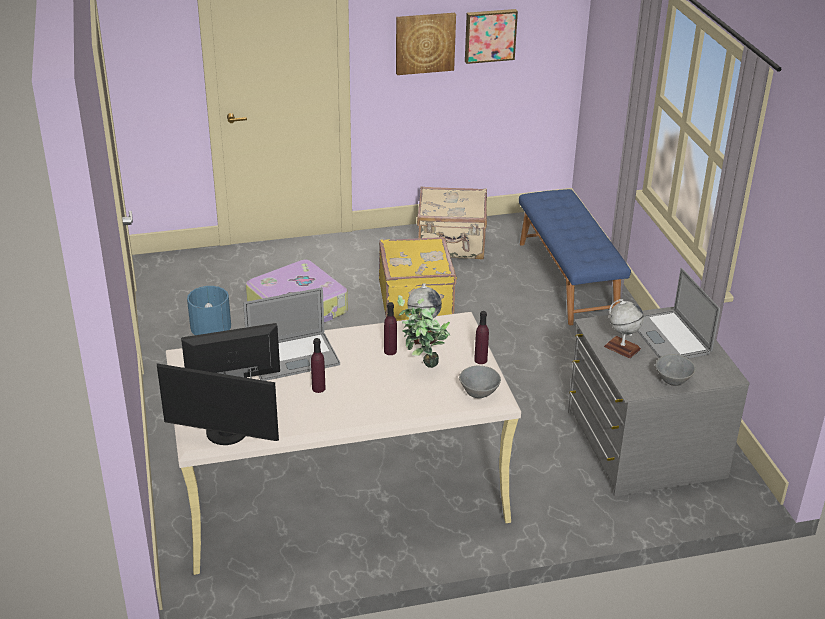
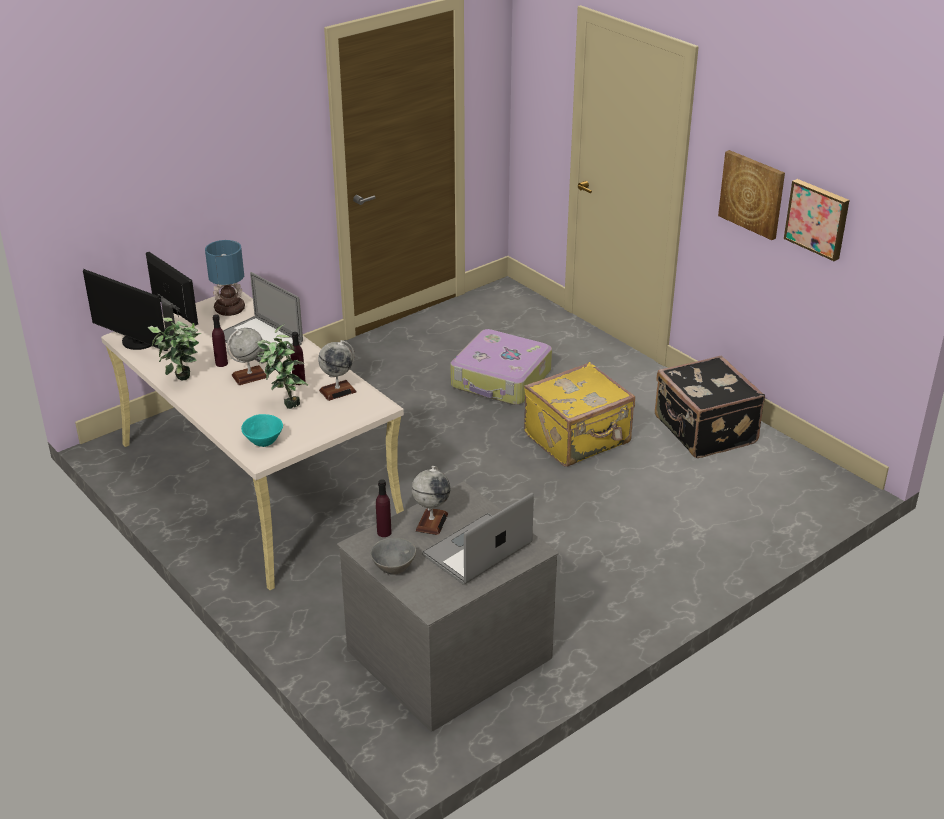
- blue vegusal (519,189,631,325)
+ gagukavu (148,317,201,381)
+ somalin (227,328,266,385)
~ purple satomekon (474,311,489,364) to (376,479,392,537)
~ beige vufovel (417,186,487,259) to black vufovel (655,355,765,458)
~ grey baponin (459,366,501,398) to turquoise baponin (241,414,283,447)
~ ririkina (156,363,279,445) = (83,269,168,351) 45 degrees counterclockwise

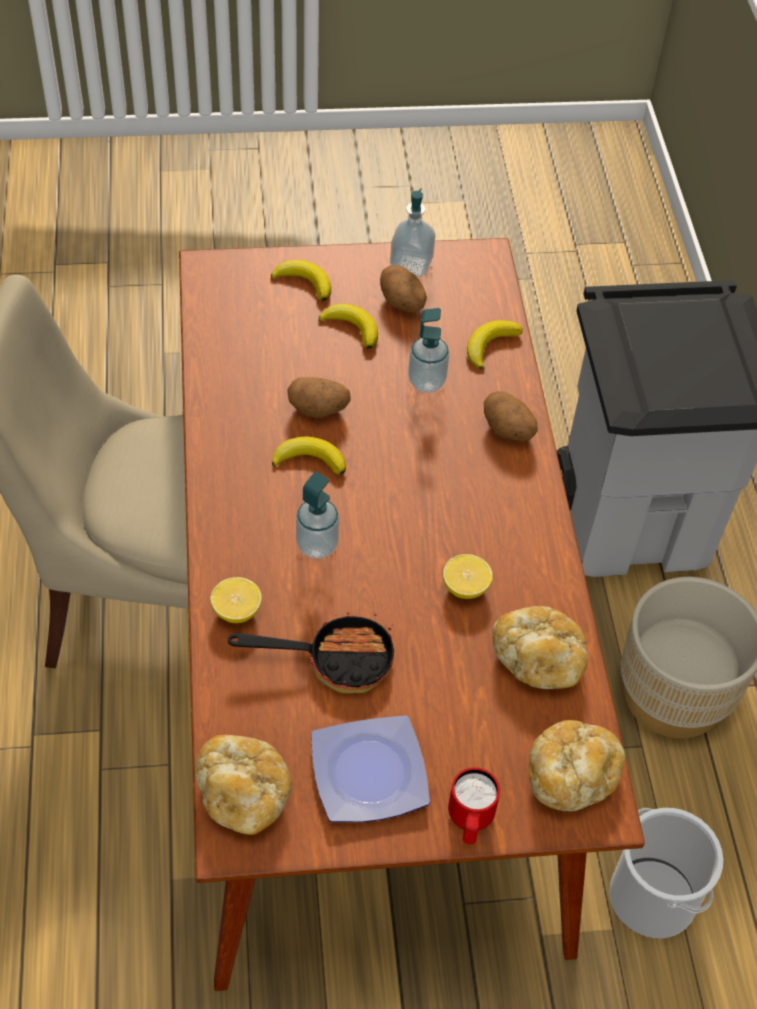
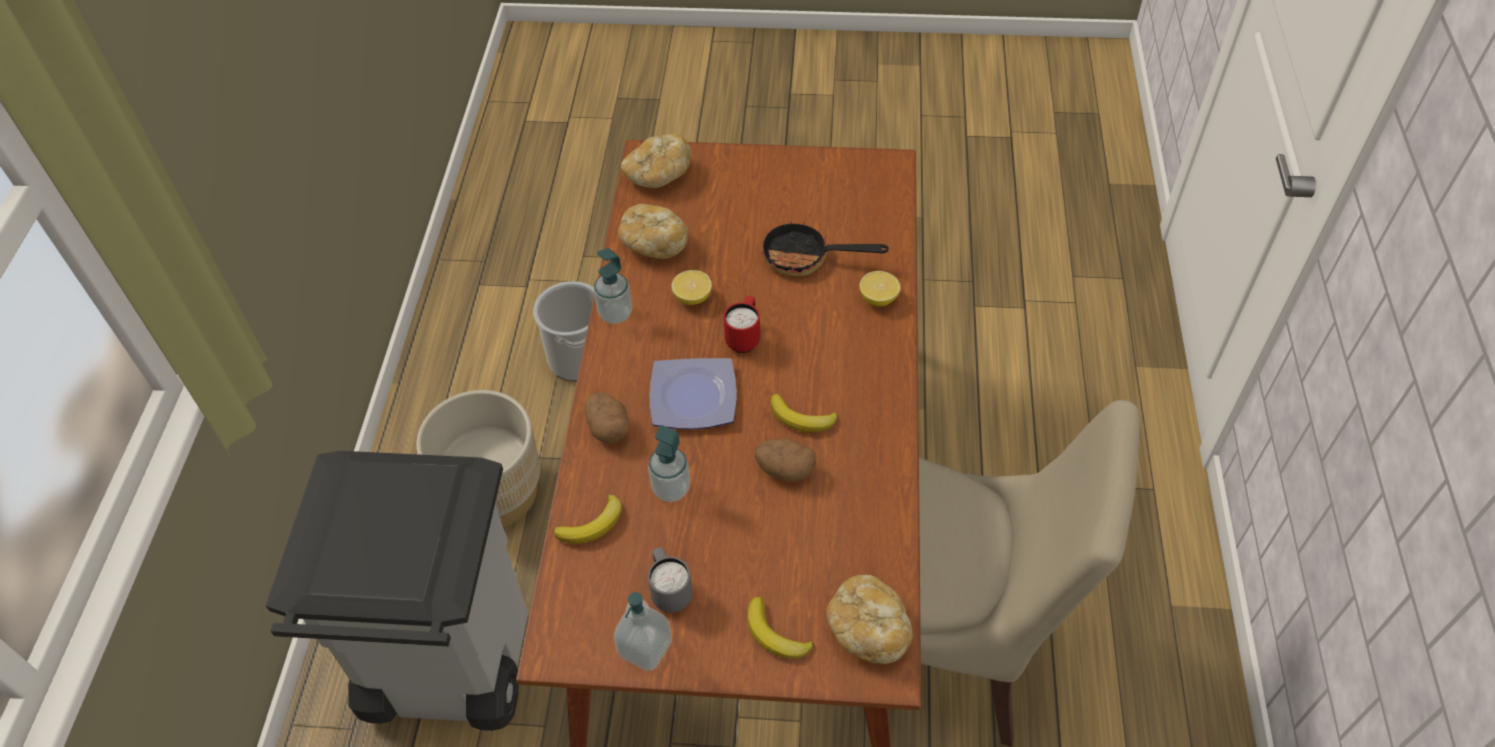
- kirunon (319,304,378,349)
~ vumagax (195,735,292,835) to (827,575,912,664)
~ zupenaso (296,472,339,559) to (594,248,632,324)
~ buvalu (311,715,430,822) to (649,358,737,429)
~ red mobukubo (448,767,500,844) to (723,296,760,353)
~ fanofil (380,265,427,312) to grey mobukubo (648,547,693,612)

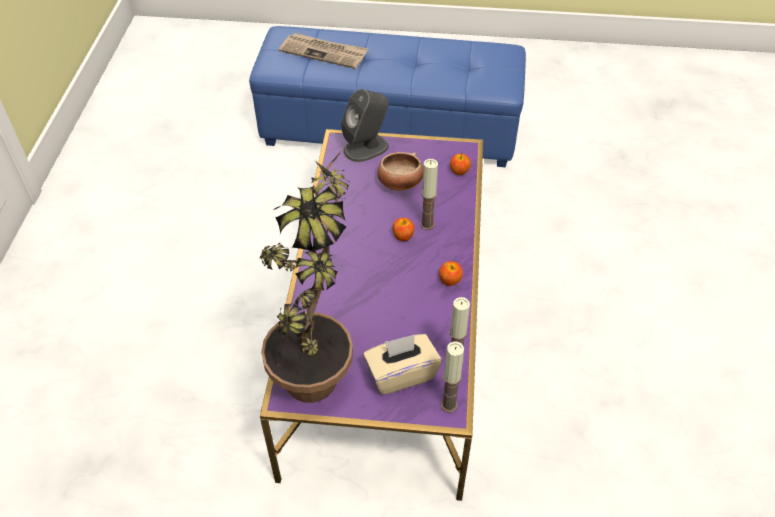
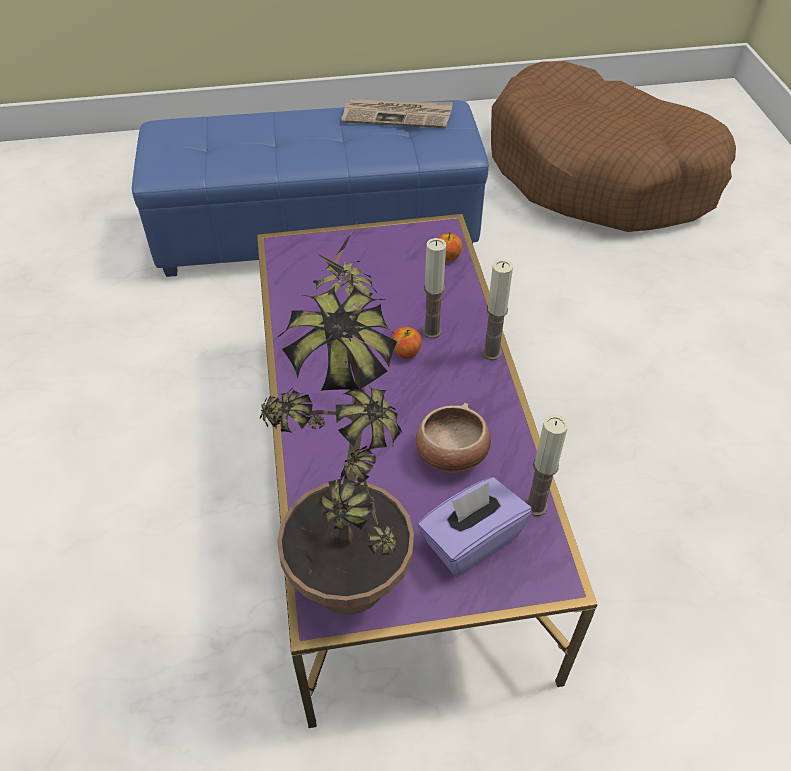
- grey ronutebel (341,89,389,162)
- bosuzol (439,261,463,286)
+ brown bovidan (491,61,736,232)
~ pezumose (279,33,369,69) to (341,99,453,128)
~ baponin (378,152,423,191) to (416,403,491,473)
~ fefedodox (441,341,464,413) to (482,259,513,360)
~ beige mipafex (363,334,442,395) to purple mipafex (418,477,532,576)

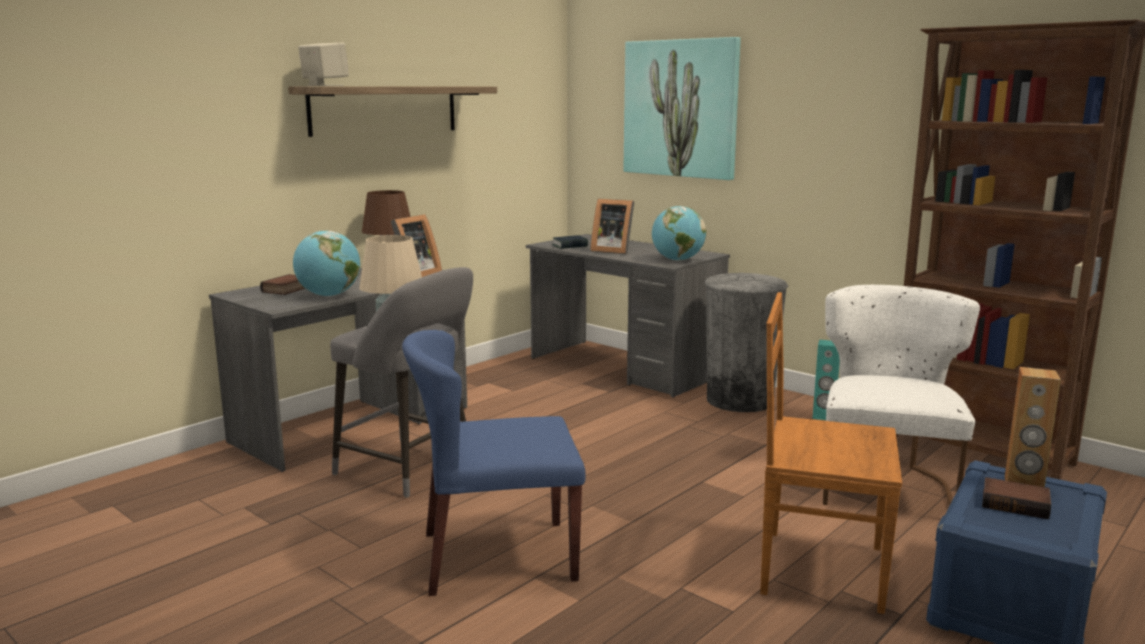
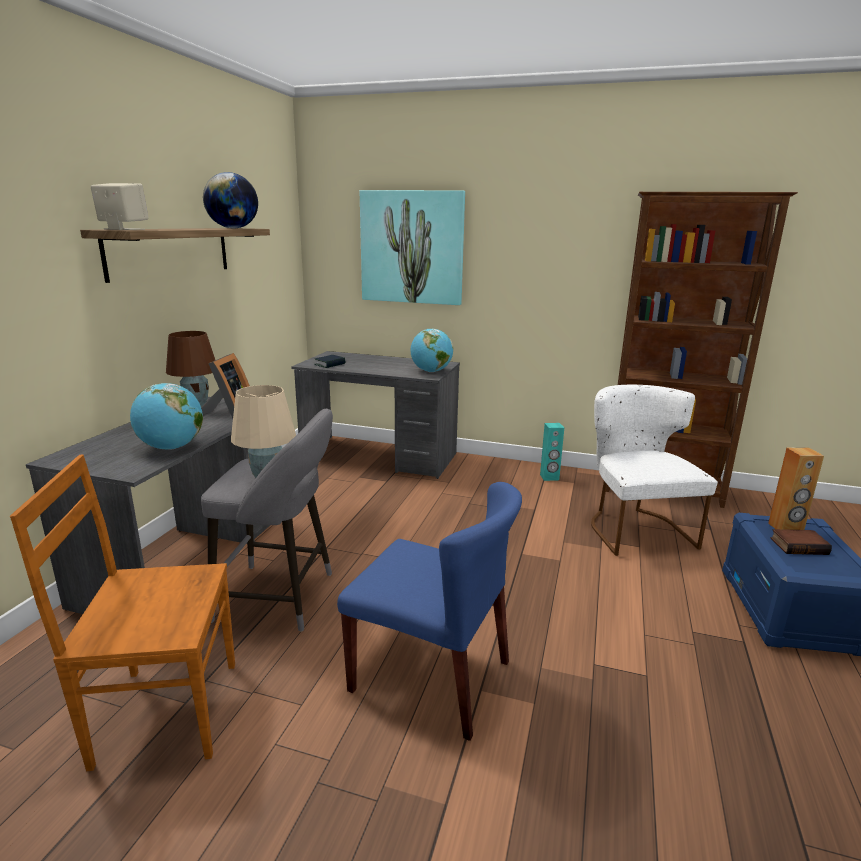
- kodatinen (260,274,305,295)
- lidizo (590,199,634,254)
- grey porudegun (705,273,788,412)
+ somalin (203,172,258,228)
~ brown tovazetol (760,292,902,614) to (10,454,235,771)
~ blue tovazetol (402,330,586,596) = (337,482,522,741) 120 degrees counterclockwise

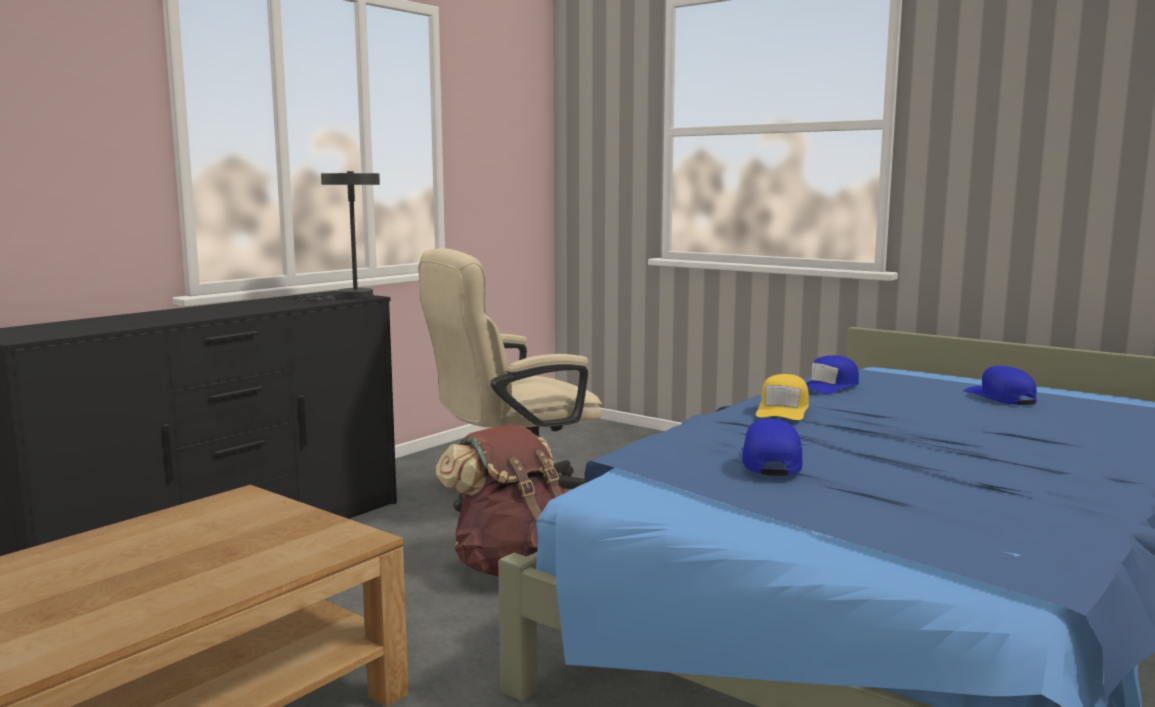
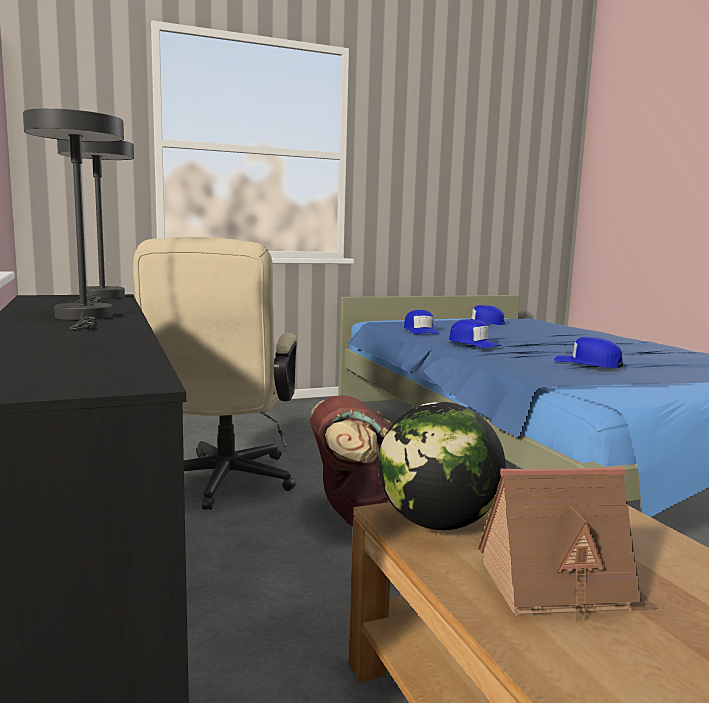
+ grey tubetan (23,108,124,330)
+ somalin (378,402,506,530)
+ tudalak (478,467,658,622)
~ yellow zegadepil (756,374,809,420) to blue zegadepil (449,319,503,348)

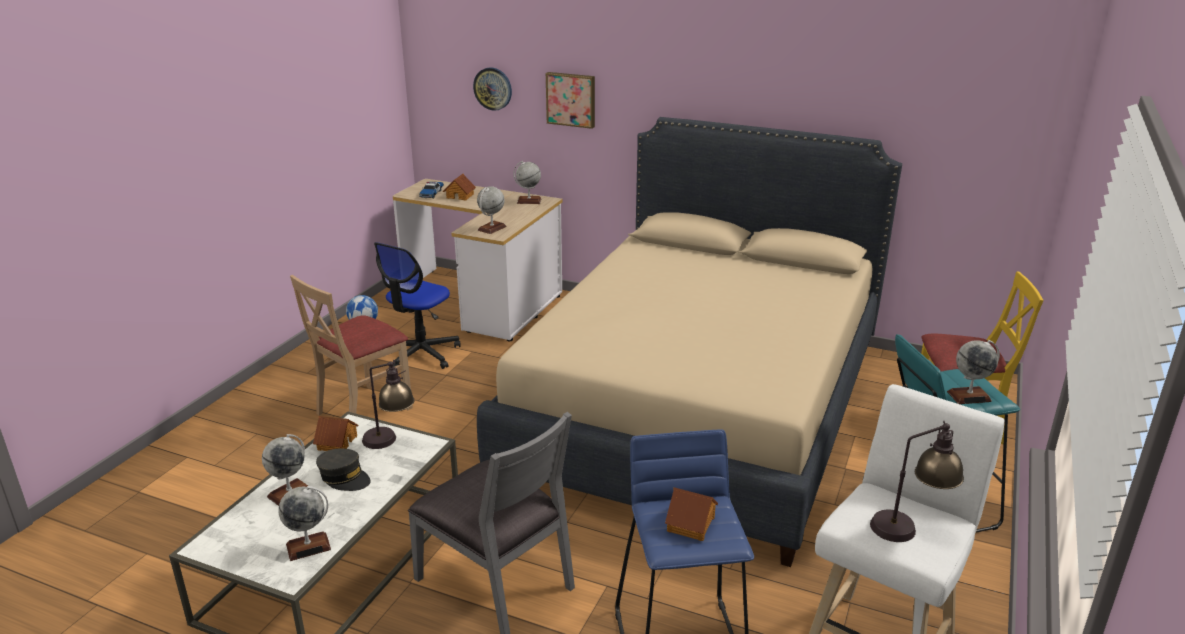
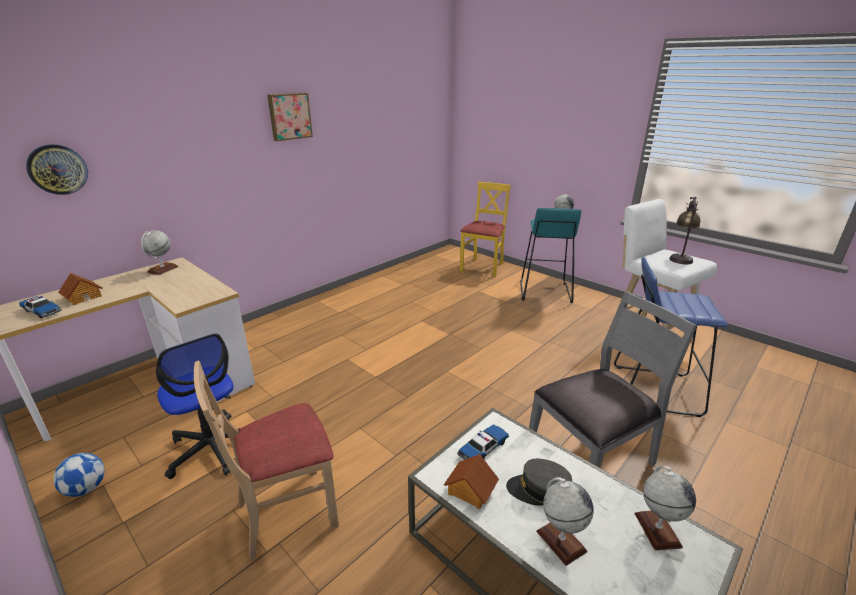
- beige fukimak (477,117,902,567)
- somalin (477,186,506,234)
- tudalak (665,487,718,541)
~ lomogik (546,72,595,129) to (267,93,313,141)
~ tubetan (362,360,415,449) to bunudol (457,425,509,460)
~ beige tovazetol (290,275,413,415) = (194,361,339,560) 90 degrees clockwise
~ grey zegadepil (316,449,370,491) = (506,459,572,506) 135 degrees counterclockwise

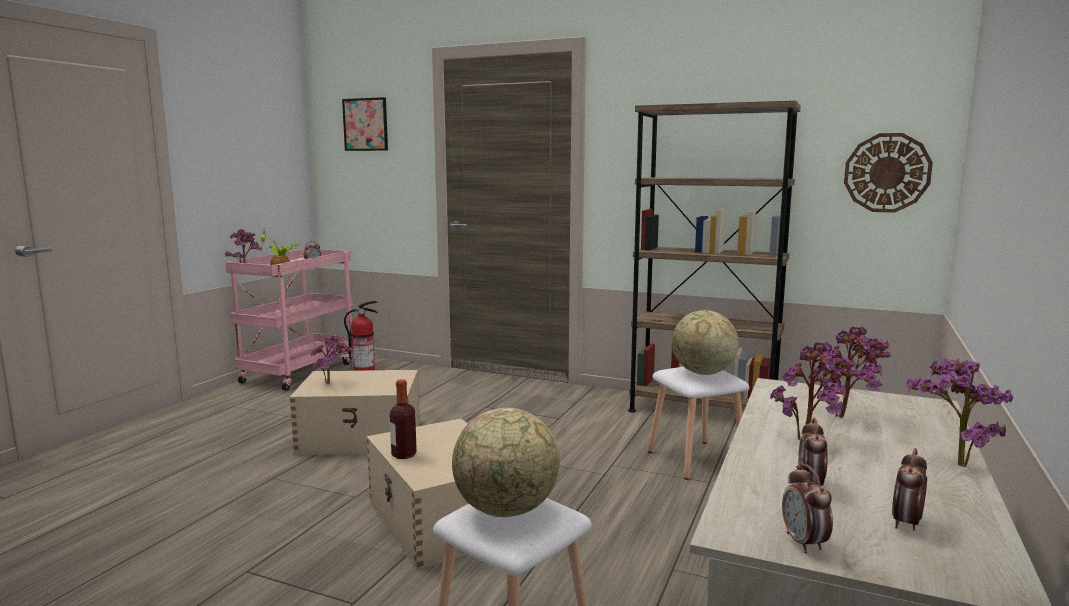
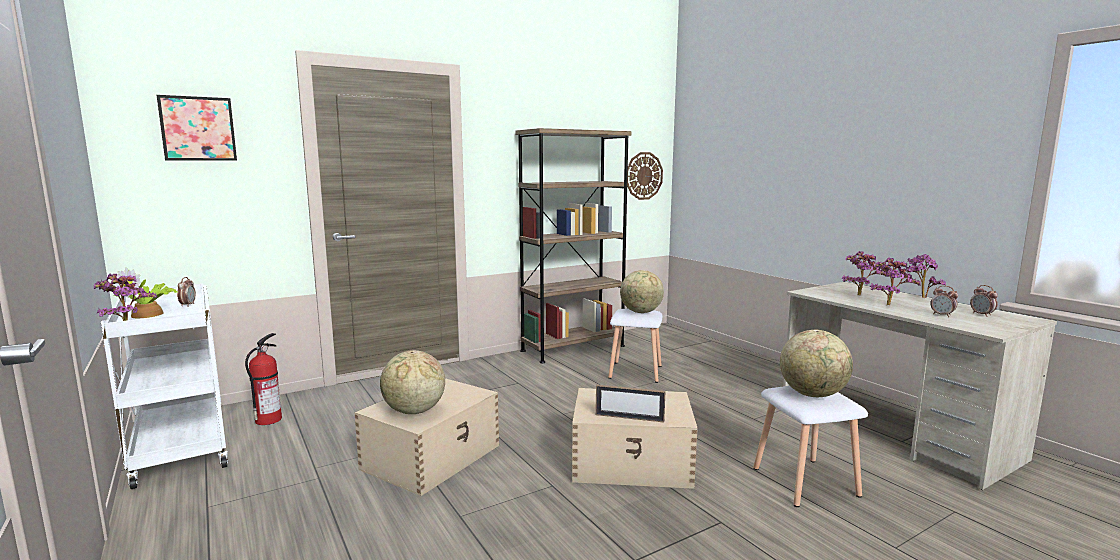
- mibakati (782,463,833,554)
~ gagukavu (310,335,353,384) to somalin (380,350,445,414)
~ satomekon (390,379,417,459) to lidizo (596,384,665,423)
~ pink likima (226,249,353,391) to white likima (101,284,228,489)

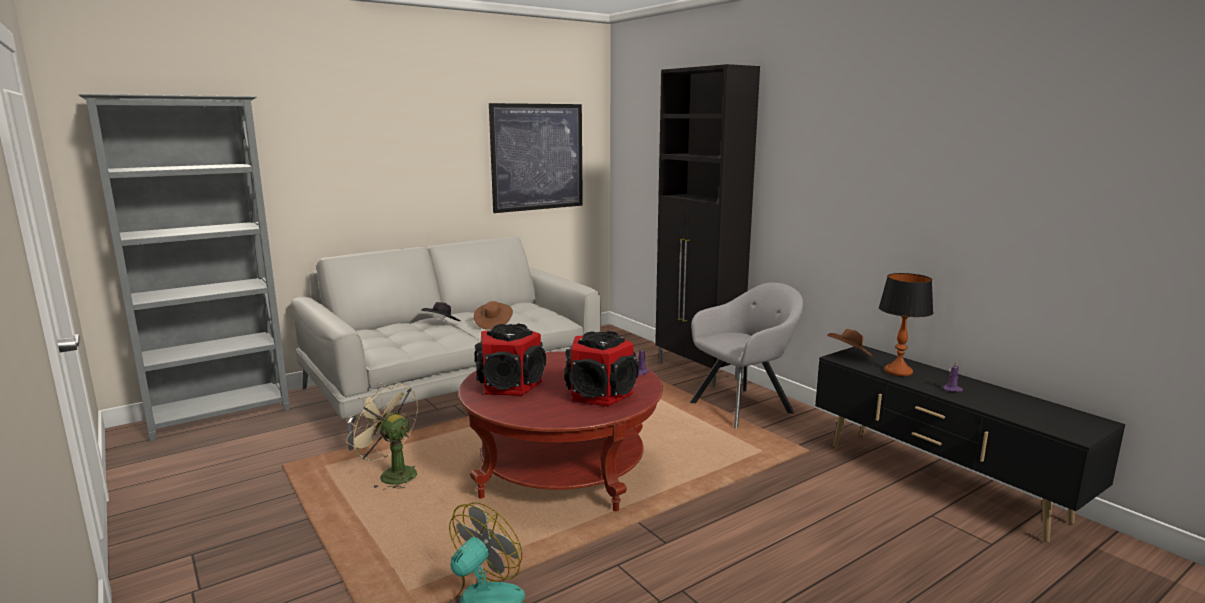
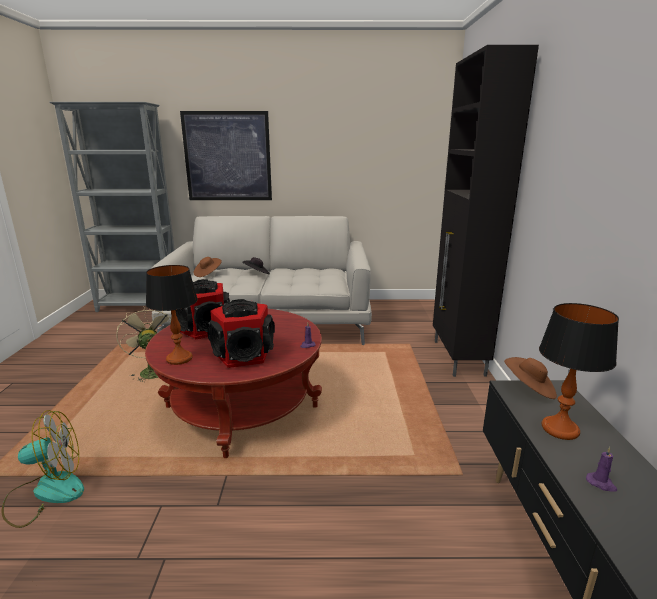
- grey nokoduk (689,282,803,429)
+ tubetan (146,265,198,365)
~ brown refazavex (474,301,513,330) to (193,257,222,277)
~ lomogik (489,103,583,213) to (180,111,272,200)

